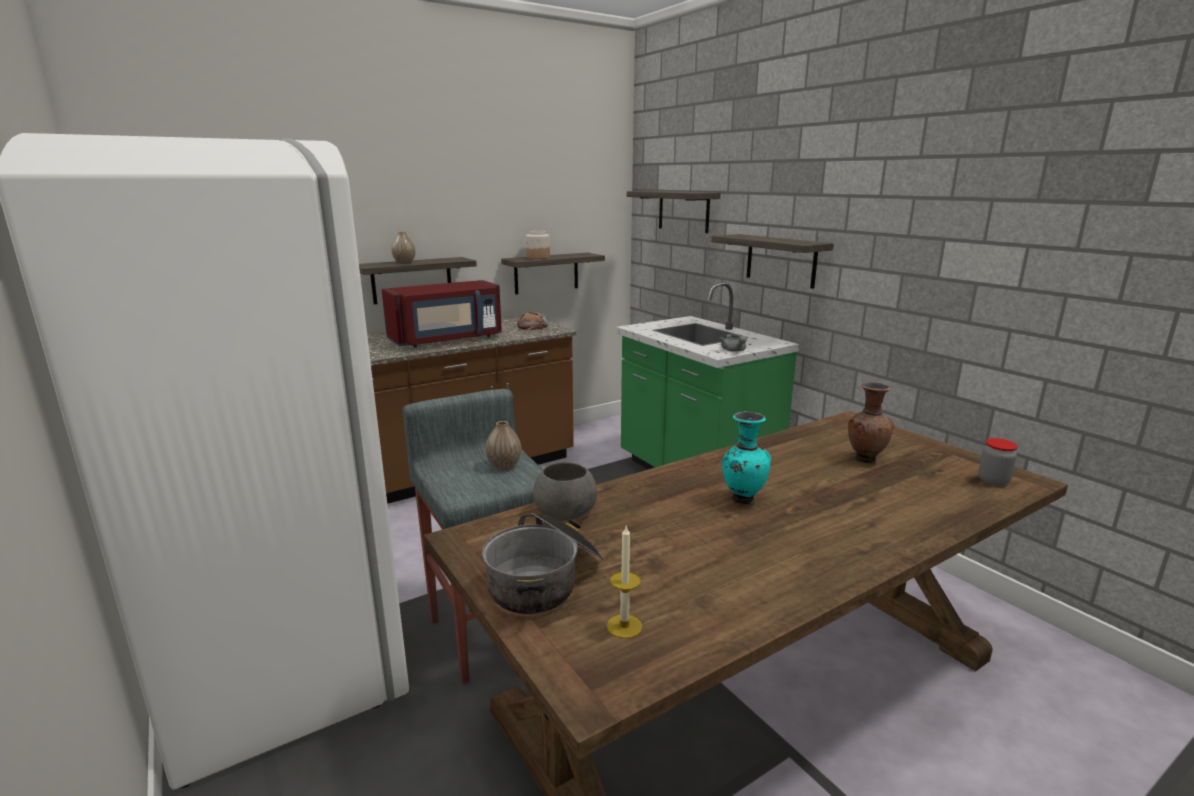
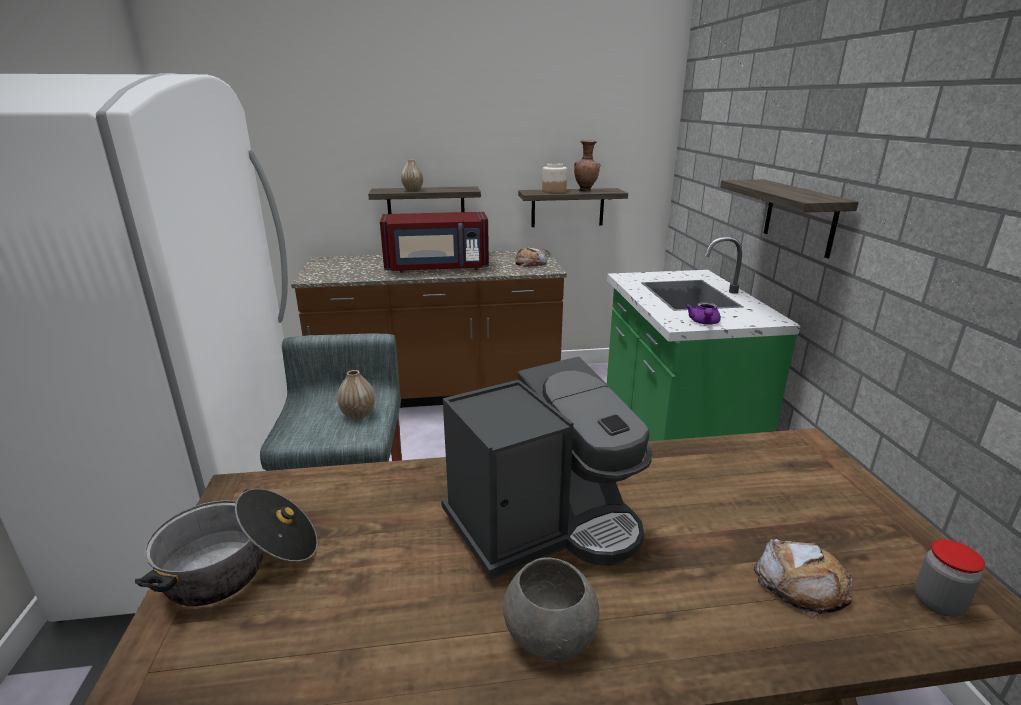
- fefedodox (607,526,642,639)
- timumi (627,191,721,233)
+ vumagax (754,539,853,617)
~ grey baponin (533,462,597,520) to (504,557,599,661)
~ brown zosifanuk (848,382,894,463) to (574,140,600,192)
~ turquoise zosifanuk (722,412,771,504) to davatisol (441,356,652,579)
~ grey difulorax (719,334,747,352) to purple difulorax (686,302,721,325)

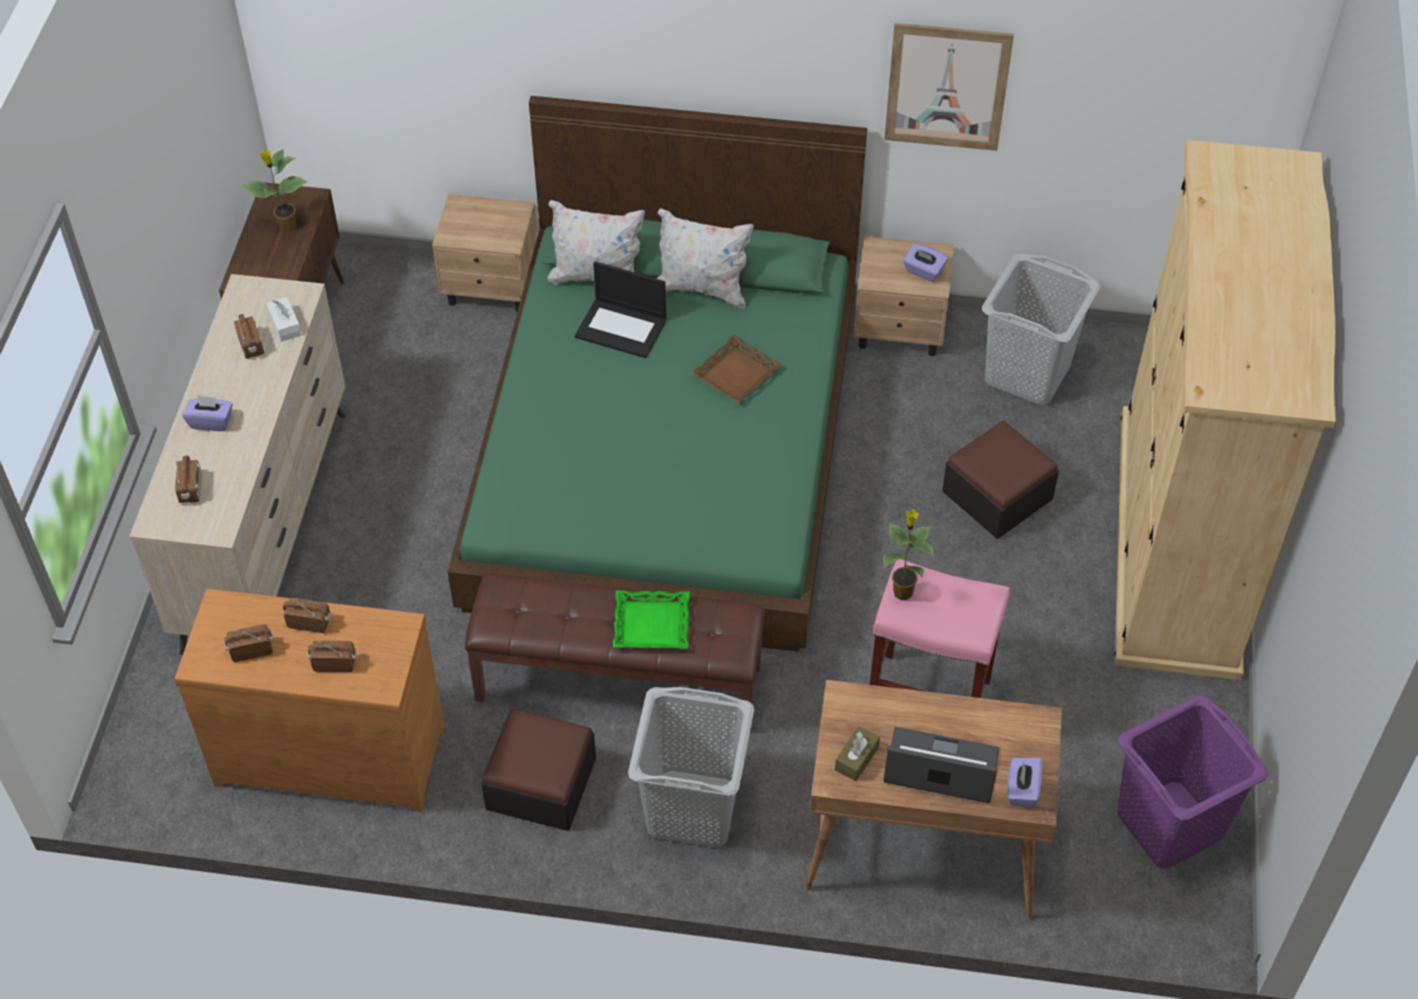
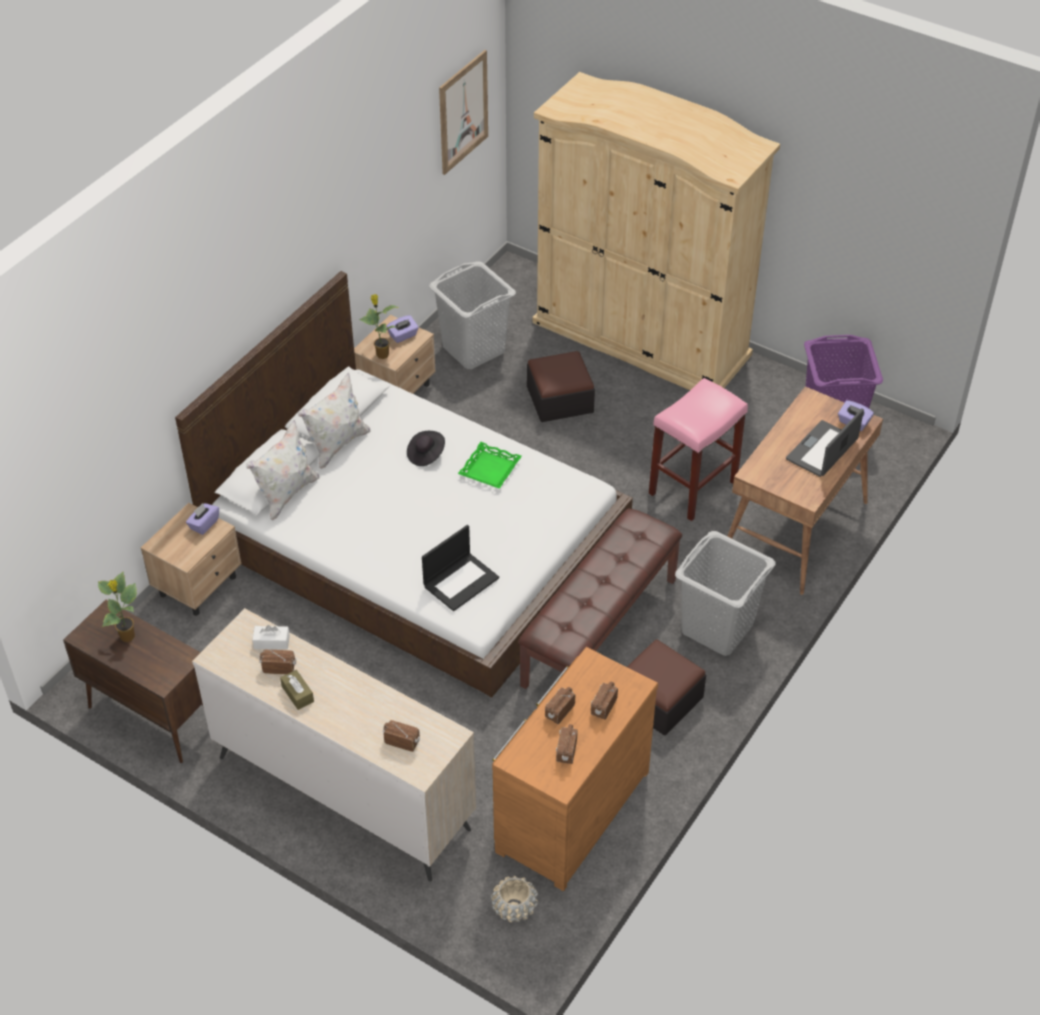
+ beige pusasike (491,876,538,922)
~ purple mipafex (182,395,233,431) to (186,503,219,535)
~ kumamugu (575,262,666,358) to (422,525,499,611)
~ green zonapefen (613,591,690,648) to (458,442,522,489)
~ brown mipafex (835,726,880,781) to (280,670,314,710)
~ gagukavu (883,509,933,600) to (359,294,398,359)
~ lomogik (884,23,1014,151) to (439,50,488,175)
~ brown zonapefen (691,335,782,403) to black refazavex (407,431,445,466)
~ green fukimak (448,96,867,652) to white fukimak (175,271,633,697)

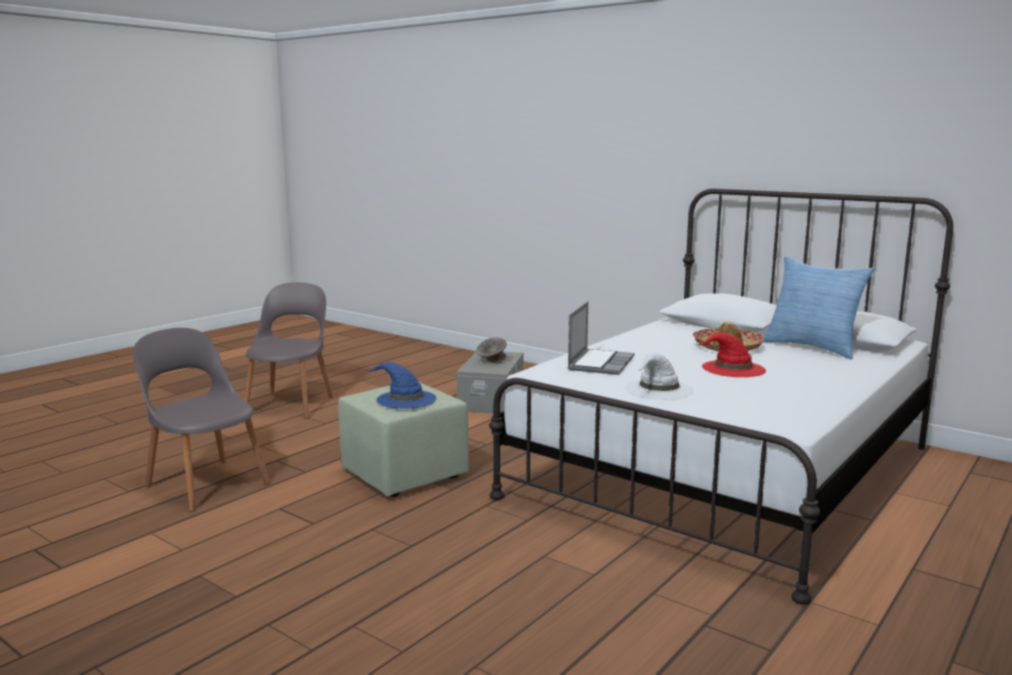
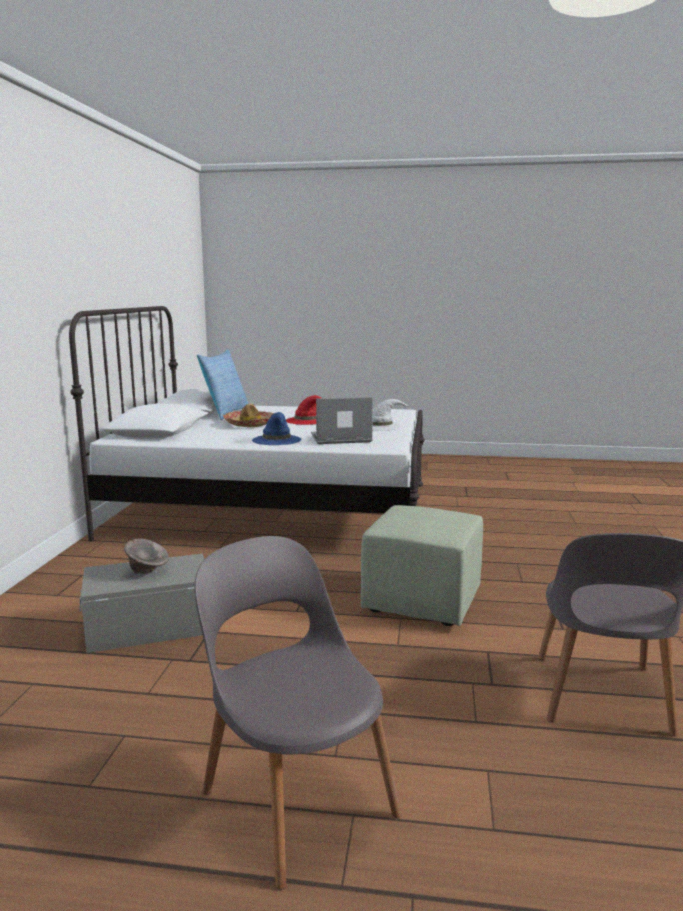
~ blue refazavex (365,362,436,409) to (252,412,301,445)
~ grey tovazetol (245,283,333,419) = (194,536,401,890) 75 degrees clockwise

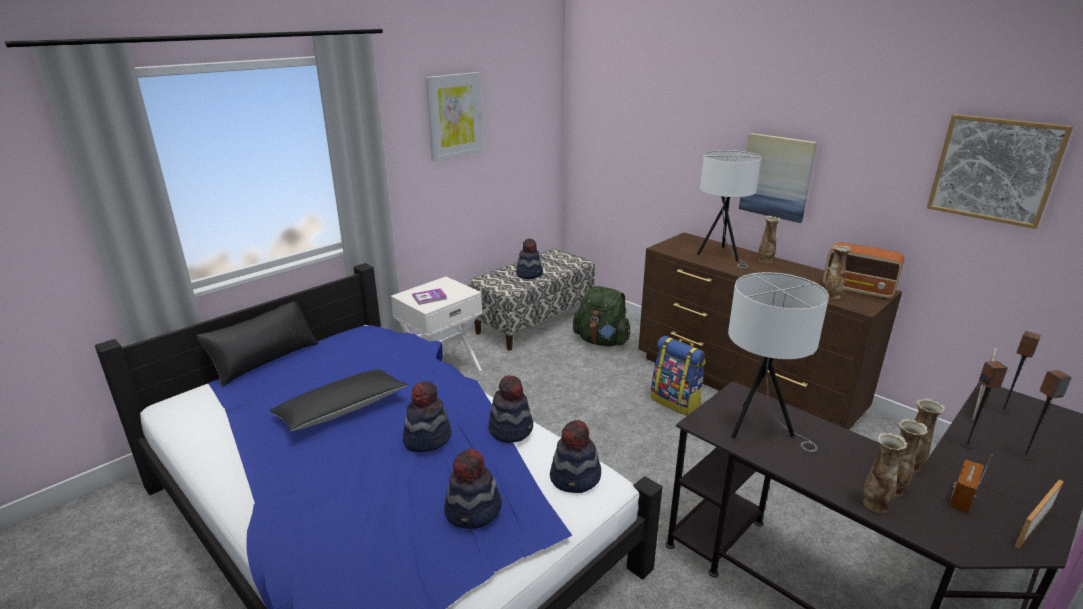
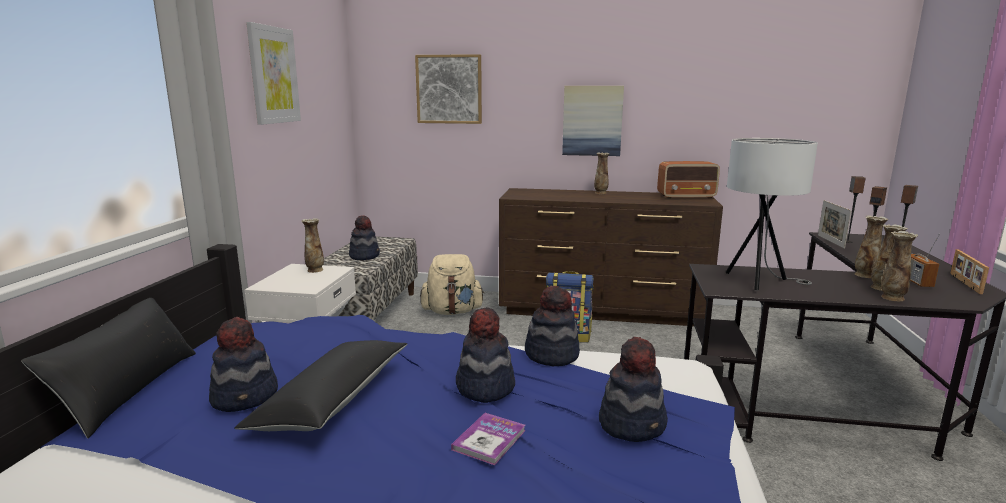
- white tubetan (697,150,761,268)
~ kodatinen (412,288,447,305) to (451,413,525,465)
~ refazavex (550,420,601,493) to (209,317,278,412)
~ zosifanuk (824,245,851,299) to (302,218,324,273)
~ lomogik (927,114,1073,229) to (415,54,482,124)
~ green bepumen (573,286,631,347) to beige bepumen (420,254,485,315)

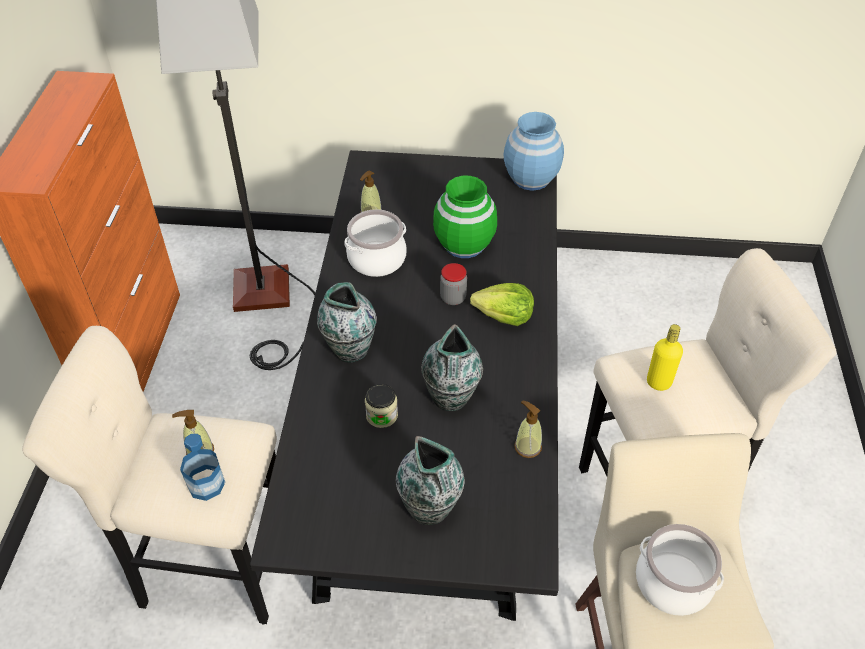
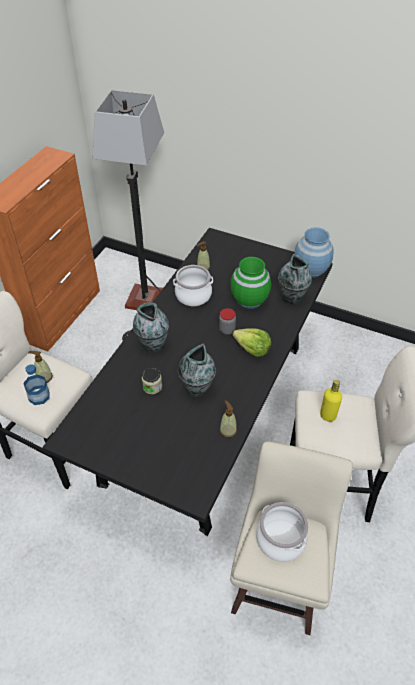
~ zosifanuk (396,436,464,525) to (278,254,312,304)

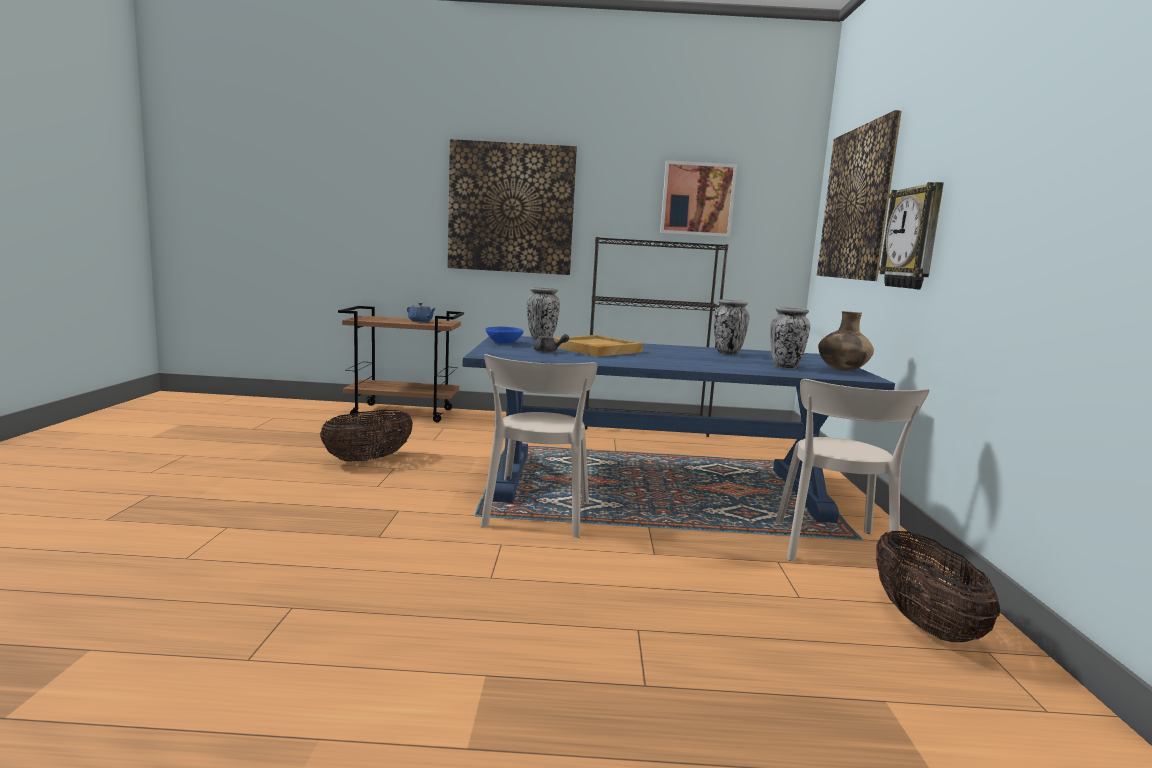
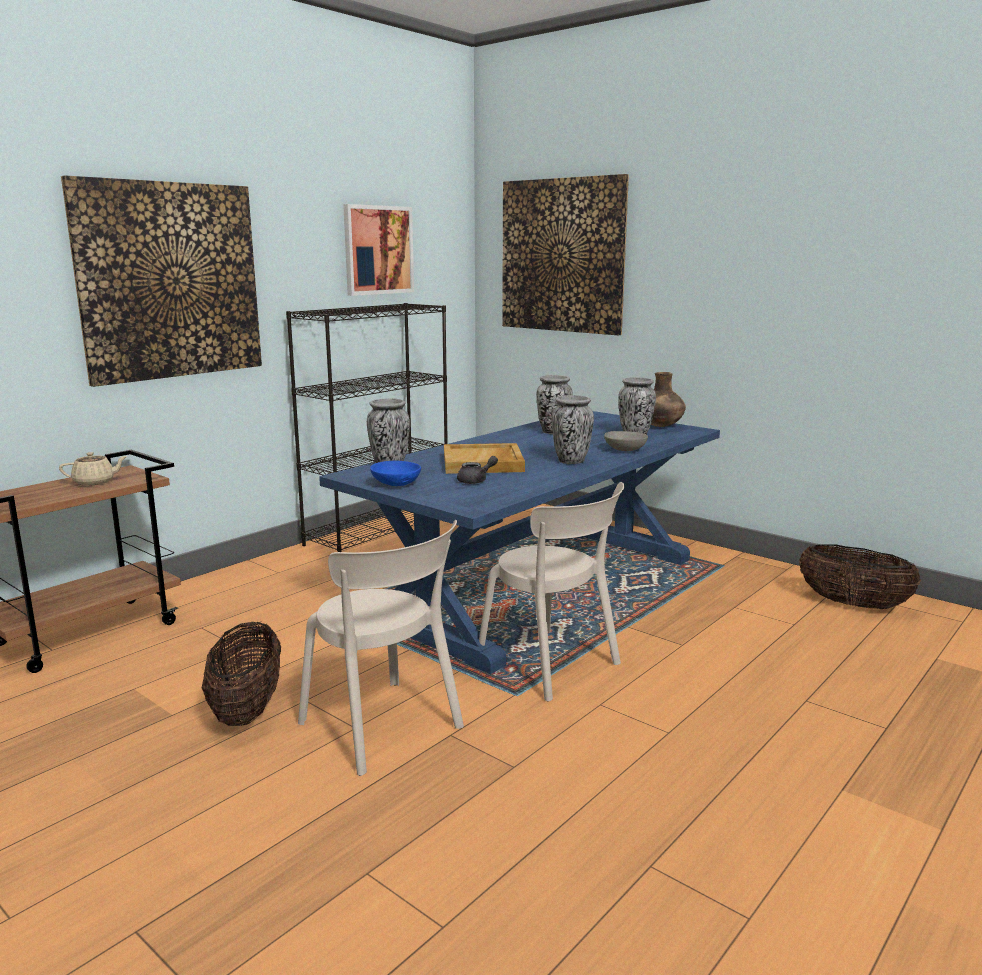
- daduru (879,182,944,289)
+ zosifanuk (552,395,594,464)
+ grey baponin (604,431,648,451)
~ beige tovazetol (775,379,929,561) to (298,520,464,776)
~ blue difulorax (407,303,436,322) to beige difulorax (59,452,127,486)

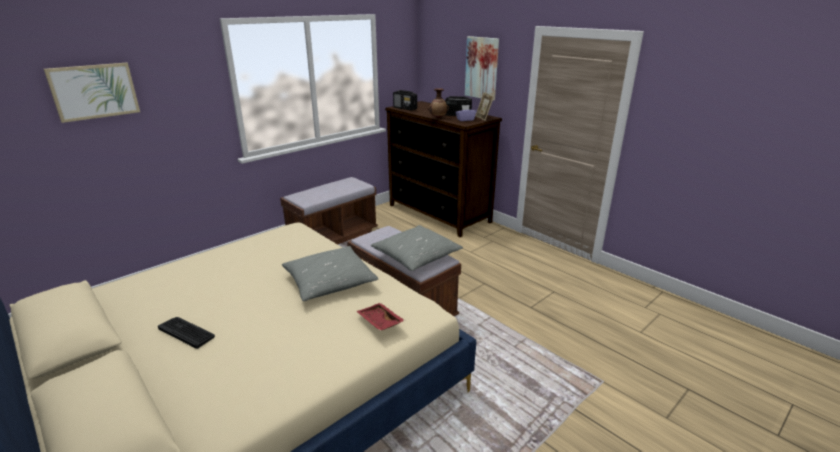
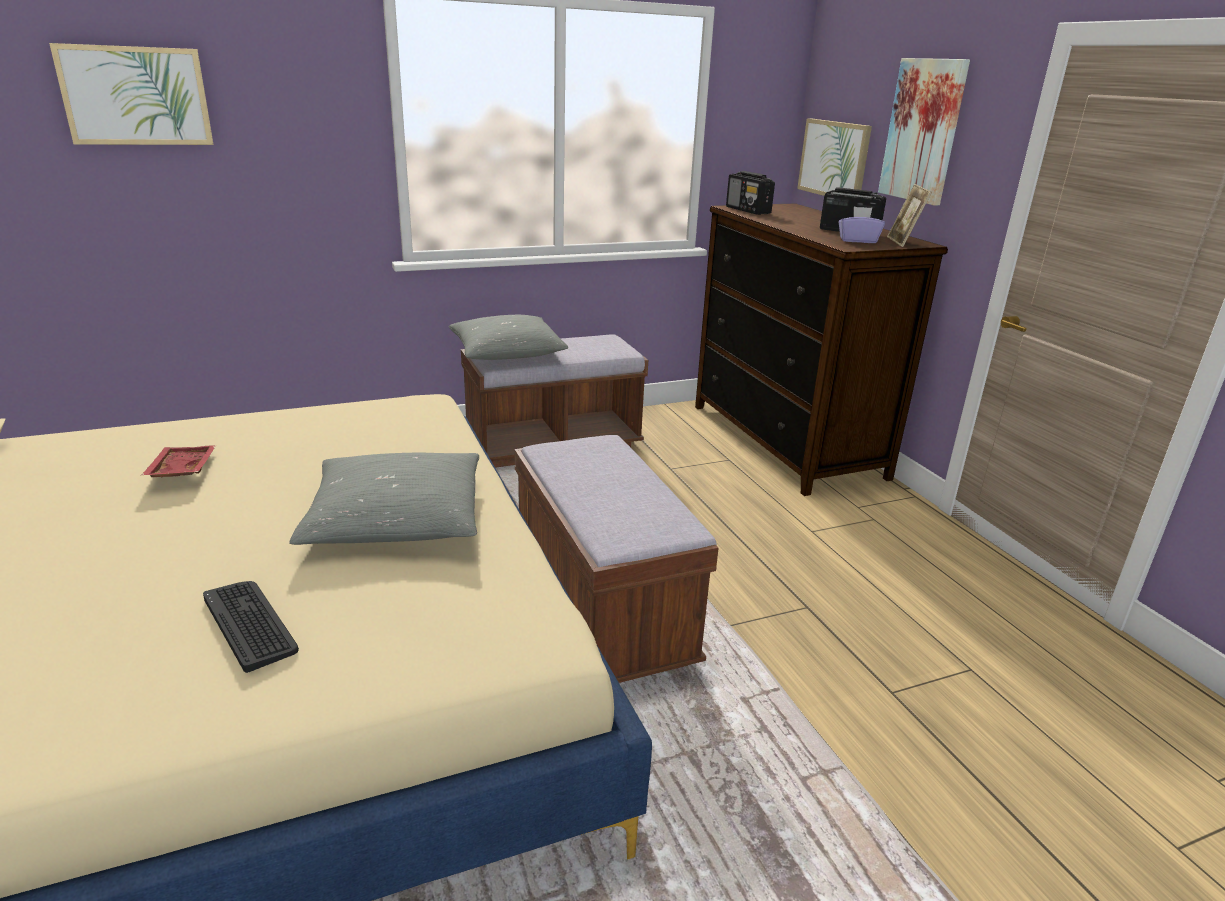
- zosifanuk (428,88,449,118)
+ lomogik (797,118,872,196)
~ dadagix (158,317,215,349) to (203,581,299,673)
~ red zonapefen (357,303,405,331) to (141,445,217,478)
~ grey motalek (371,225,463,271) to (449,315,568,360)

